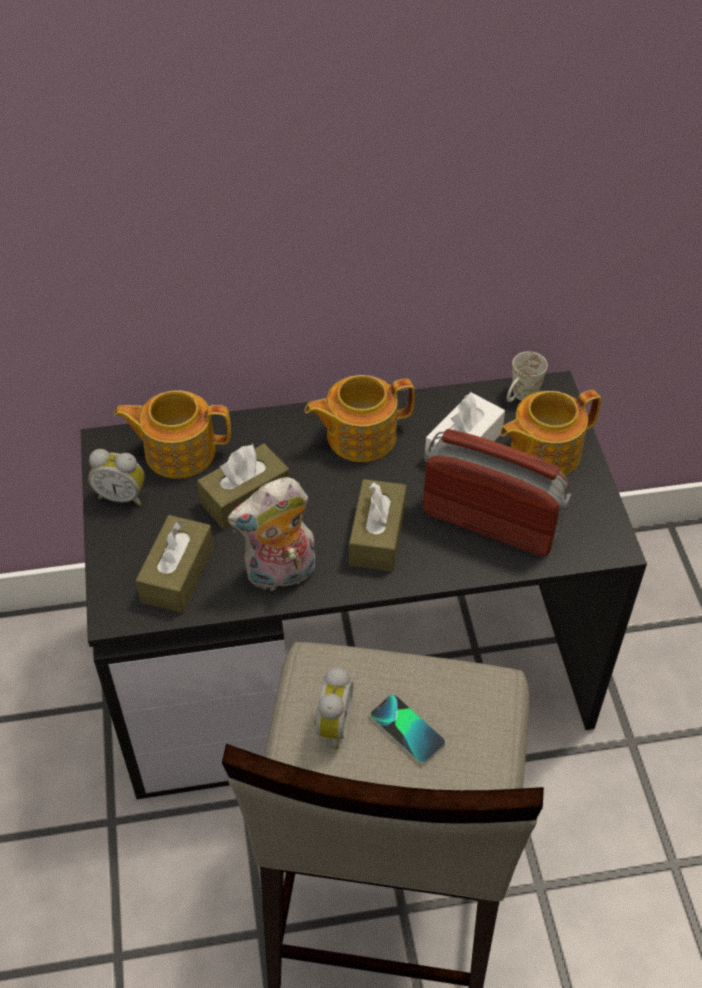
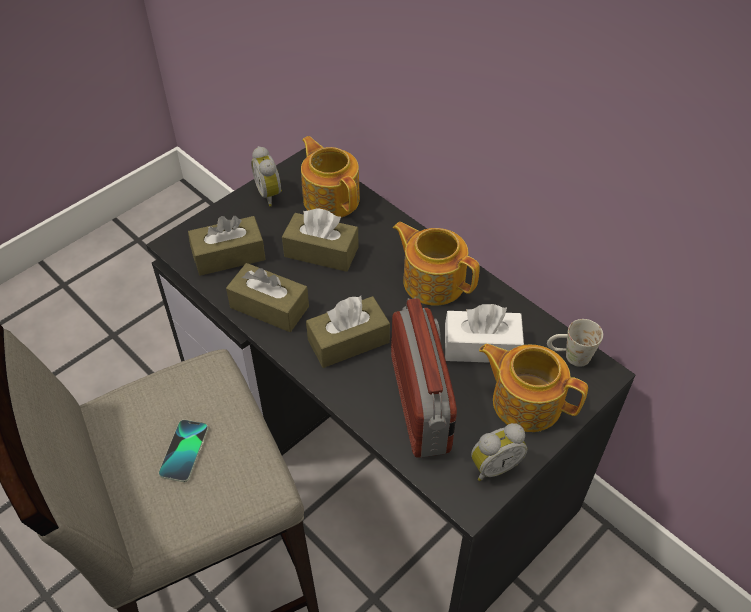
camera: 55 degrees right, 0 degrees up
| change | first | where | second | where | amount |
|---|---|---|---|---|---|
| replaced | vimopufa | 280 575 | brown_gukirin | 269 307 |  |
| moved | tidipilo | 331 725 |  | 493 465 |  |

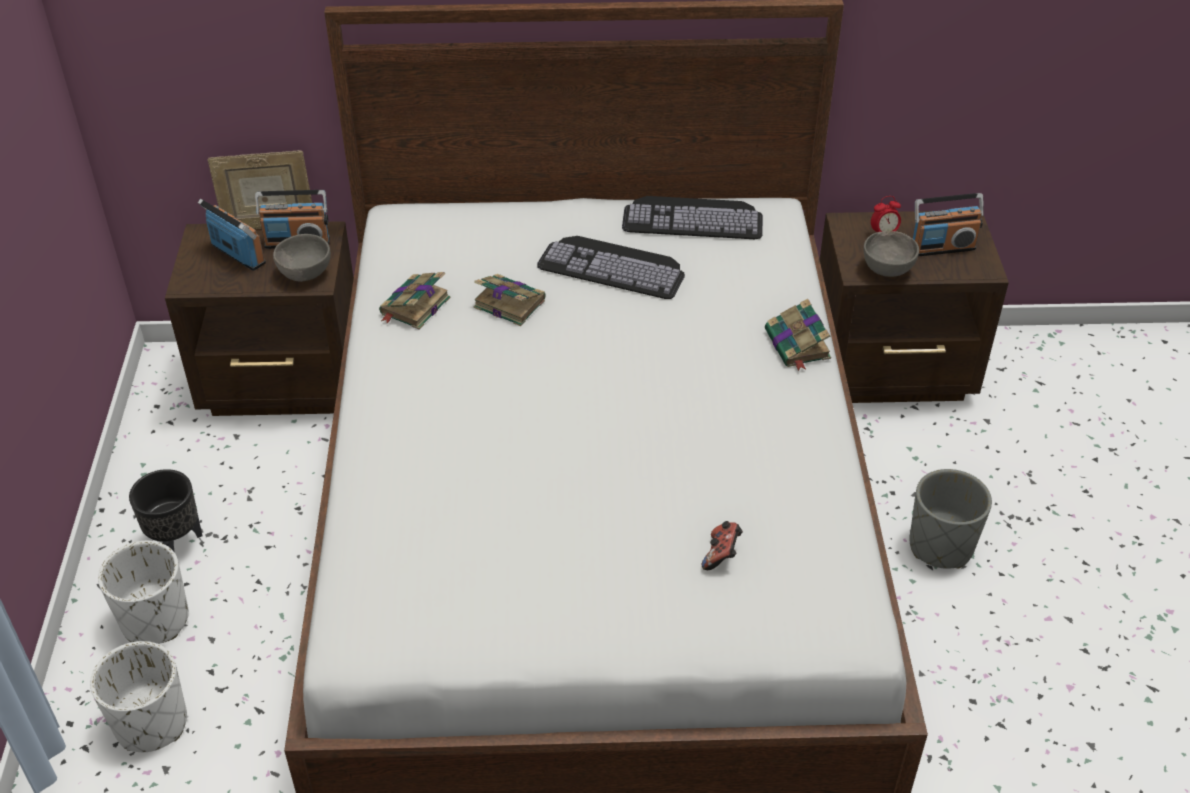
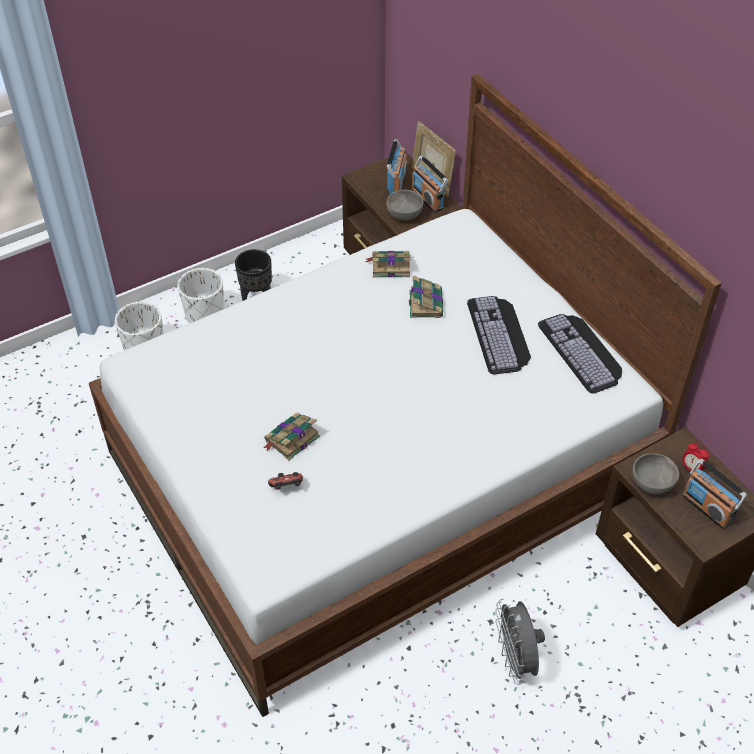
camera: 60 degrees right, 5 degrees up
| change | first | where | second | where | amount |
|---|---|---|---|---|---|
| moved | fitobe | 798 345 |  | 291 439 |  |
| replaced | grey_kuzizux | 941 546 | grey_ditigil | 516 659 |  |

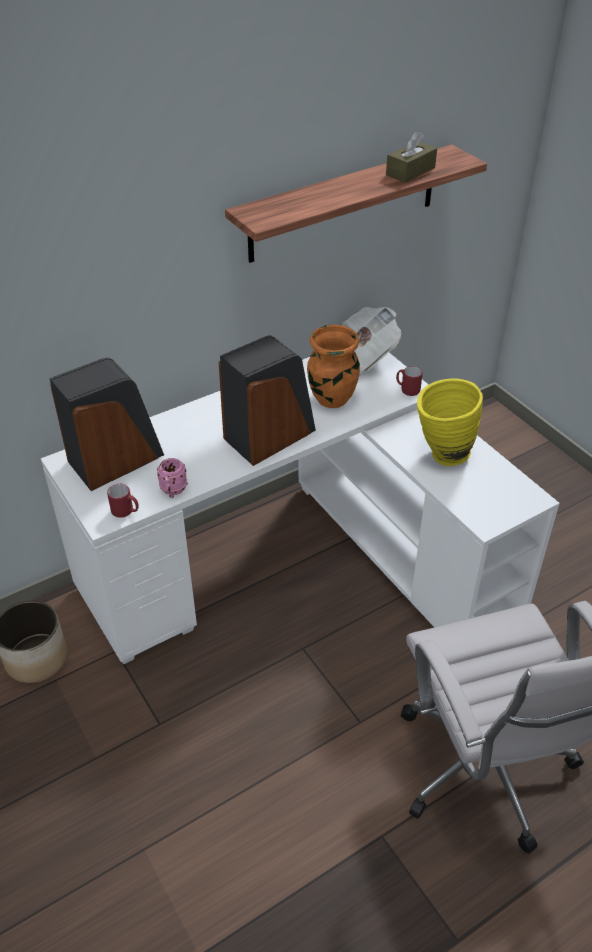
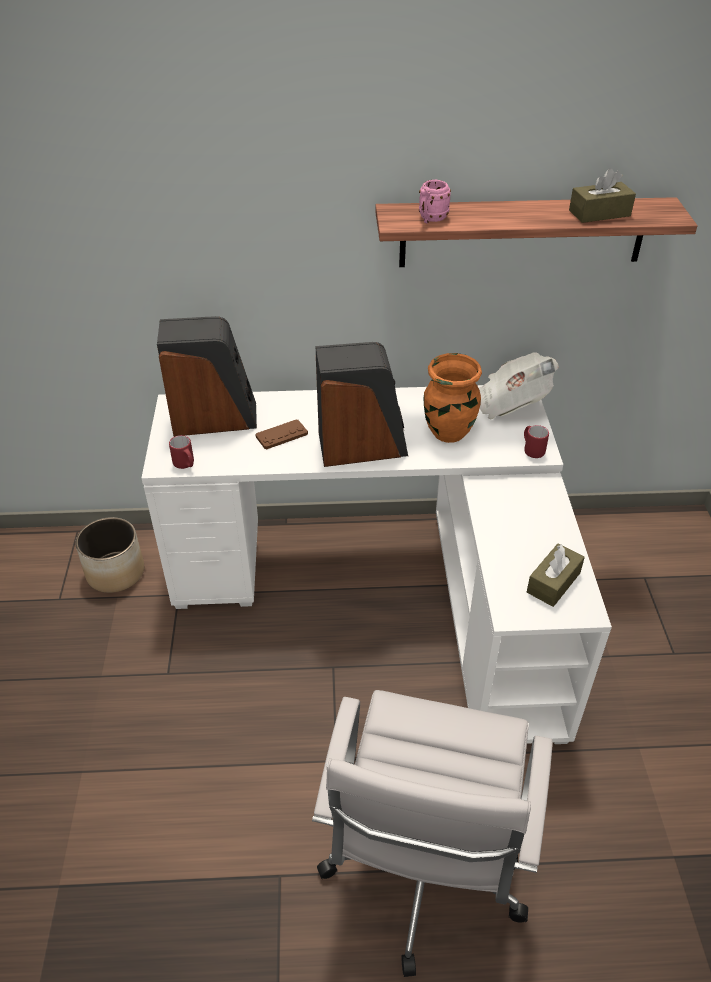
camera: 30 degrees right, 0 degrees up
| change | first | where | second | where | amount |
|---|---|---|---|---|---|
| removed | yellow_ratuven | 441 455 |  |  |  |
| moved | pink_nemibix | 173 491 |  | 430 219 |  |
| added |  |  | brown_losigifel | 281 435 |  |
| added |  |  | brown_gukirin | 553 582 |  |

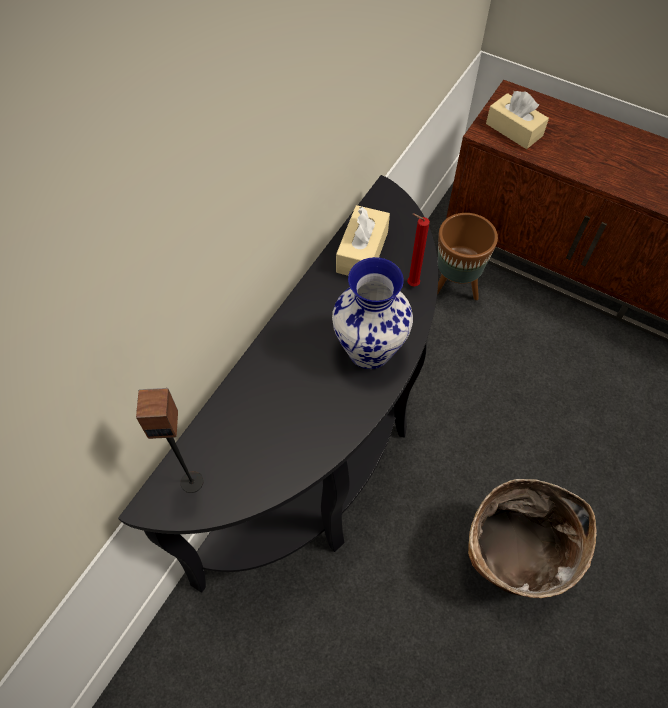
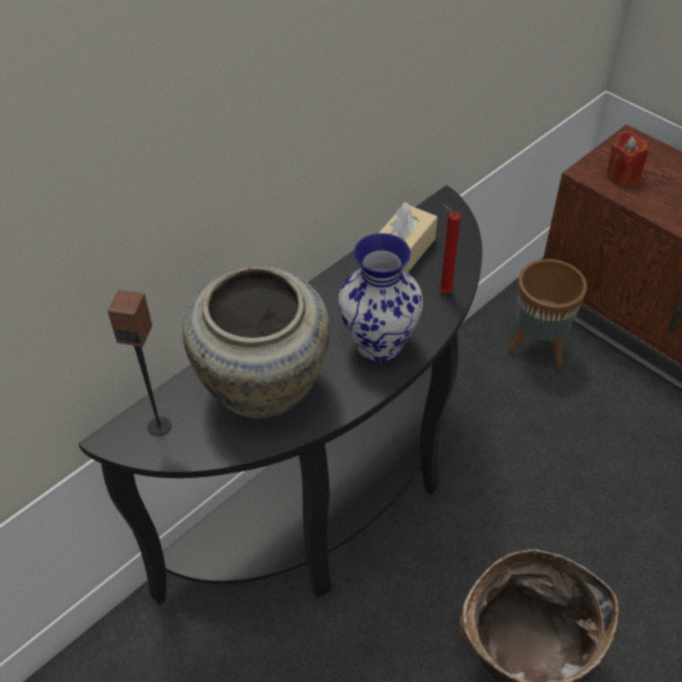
camera: 15 degrees right, 10 degrees down
| change | first | where | second | where | amount |
|---|---|---|---|---|---|
| replaced | beige_gukirin | 514 130 | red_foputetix | 622 175 |  |
| added |  |  | beige_ratuven | 262 390 |  |

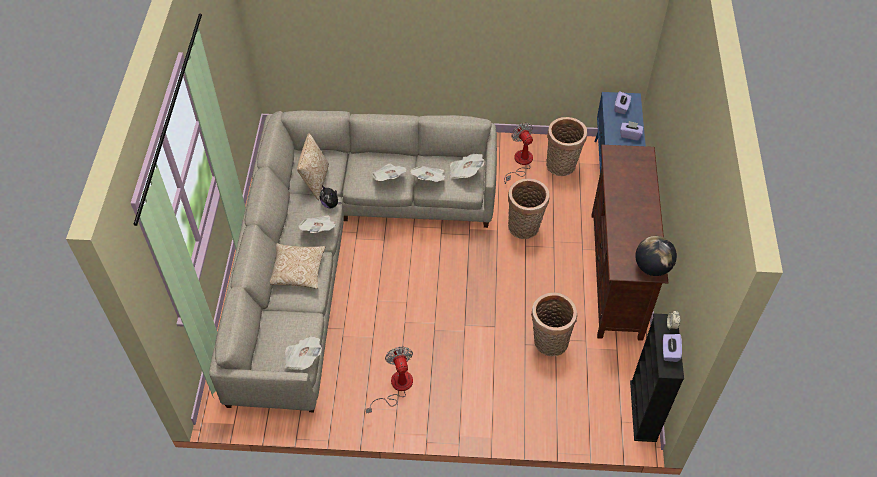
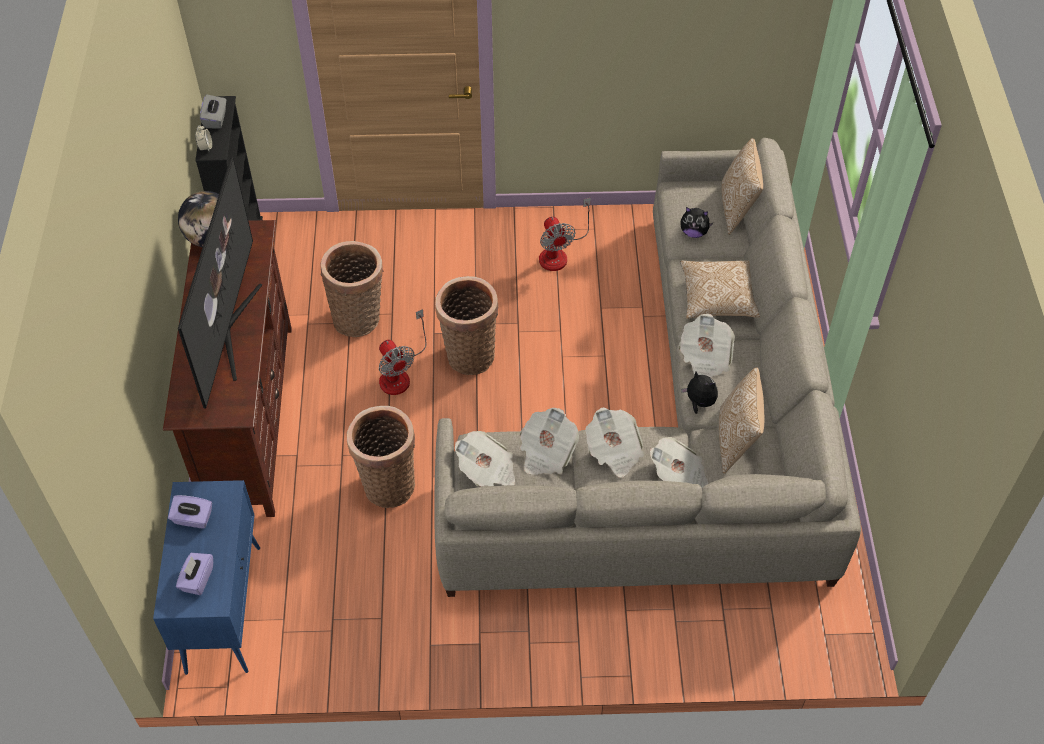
camera: 175 degrees right, 0 degrees up
| change | first | where | second | where | amount |
|---|---|---|---|---|---|
| moved | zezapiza | 562 166 |  | 469 353 |  |
| moved | ditigil | 520 163 |  | 399 373 |  |
| recoloured | purple_gukirin | 669 352 | grey_gukirin | 215 119 |  |
| moved | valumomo | 303 358 |  | 679 476 |  |
| added |  |  | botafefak | 737 208 |  |
| added |  |  | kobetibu | 229 330 |  |
| added |  |  | vimopufa | 694 232 |  |

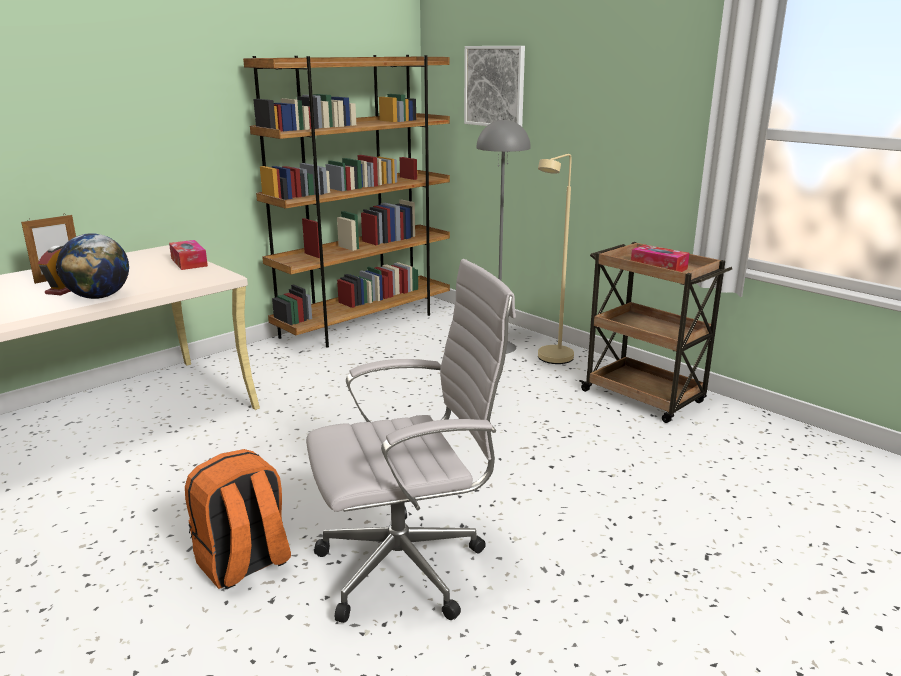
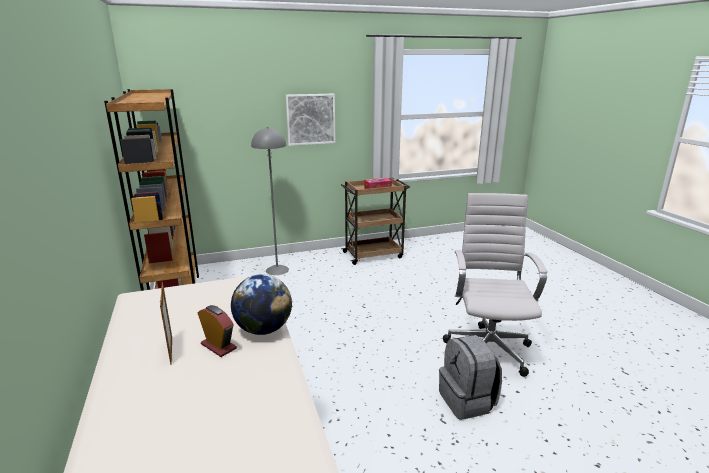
camera: 65 degrees left, 0 degrees up
| change | first | where | second | where | amount |
|---|---|---|---|---|---|
| moved | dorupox | 494 86 |  | 310 119 |  |
| removed | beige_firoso | 551 360 |  |  |  |
| removed | gukirin | 189 262 |  |  |  |
| recoloured | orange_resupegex | 244 564 | grey_resupegex | 467 401 |  |

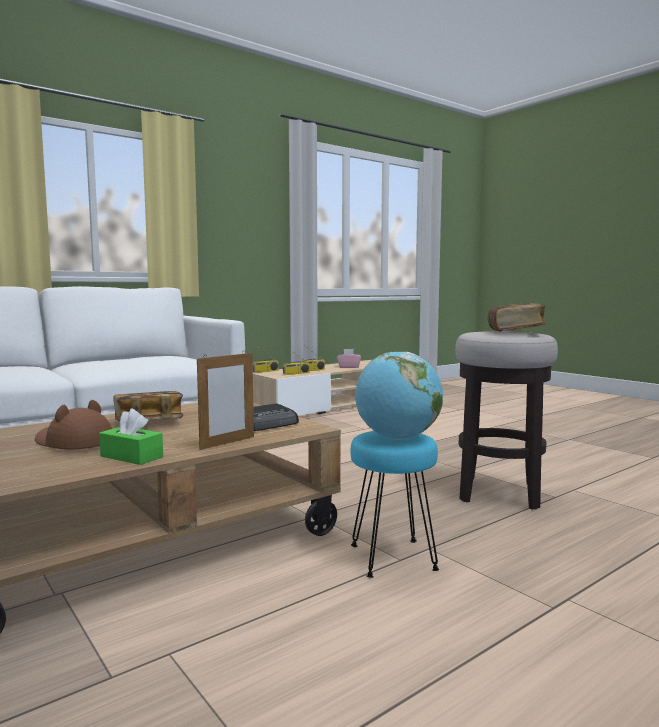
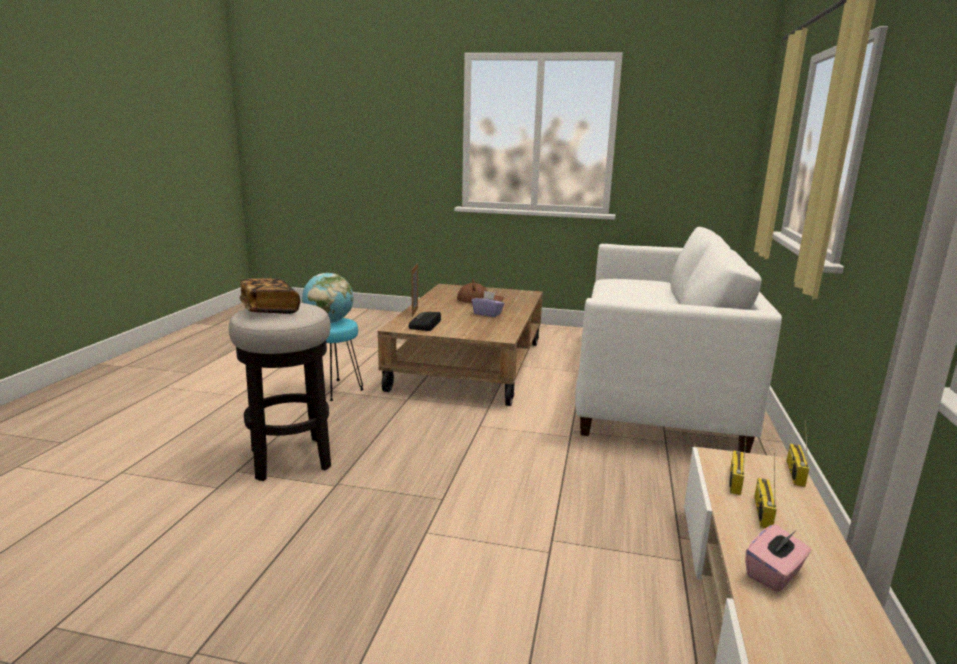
camera: 140 degrees right, 10 degrees up
| change | first | where | second | where | amount |
|---|---|---|---|---|---|
| replaced | fitobe | 148 423 | purple_gukirin | 487 314 |  |
| removed | green_gukirin | 131 456 |  |  |  |

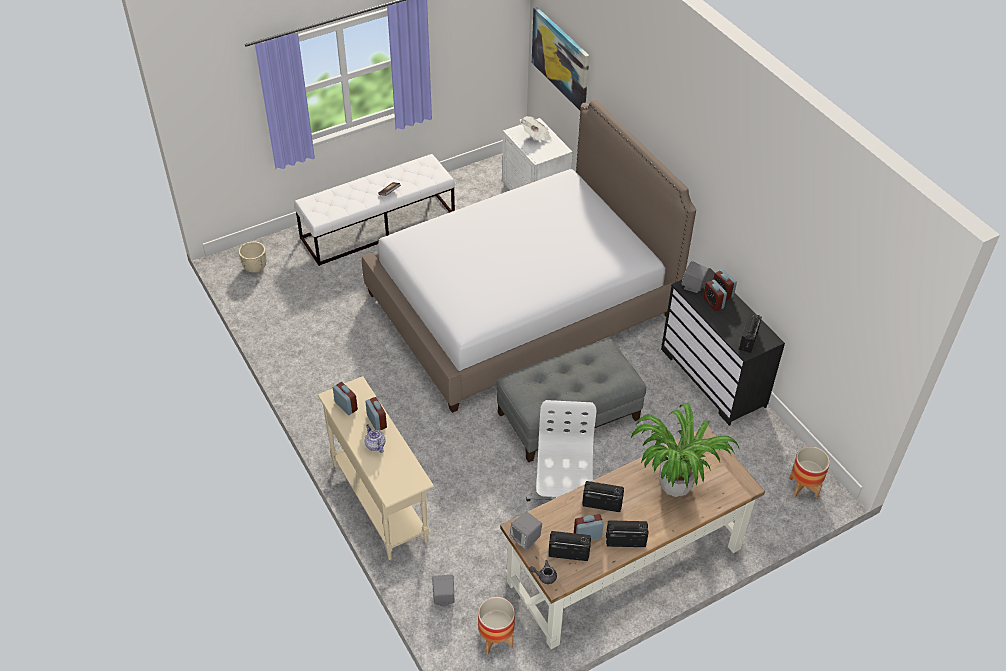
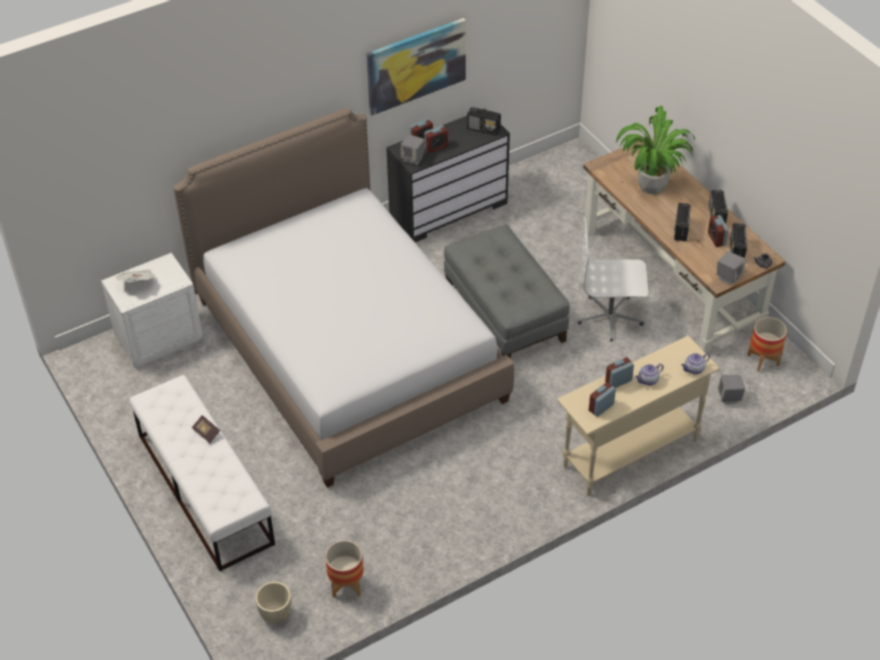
camera: 90 degrees left, 0 degrees up
| change | first | where | second | where | amount |
|---|---|---|---|---|---|
| moved | dorupox | 560 58 |  | 416 65 |  |
| moved | kuzizux | 803 487 |  | 346 585 |  |
| added |  |  | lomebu | 694 369 |  |

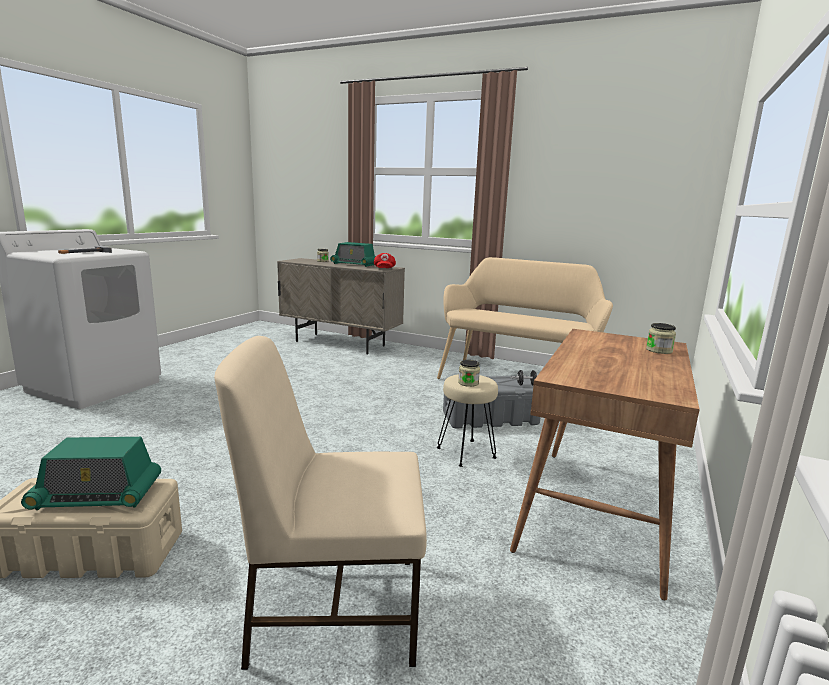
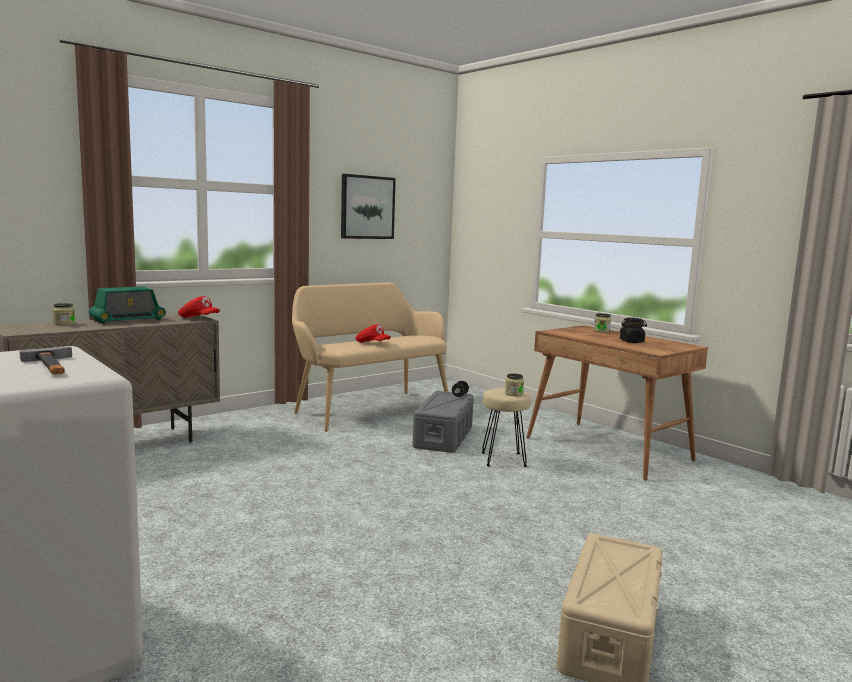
camera: 65 degrees left, 5 degrees down
| change | first | where | second | where | amount |
|---|---|---|---|---|---|
| removed | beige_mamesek | 332 606 |  |  |  |
| removed | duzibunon | 97 496 |  |  |  |
| added |  |  | dorupox | 367 207 |  |
| added |  |  | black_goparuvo | 632 341 |  |
| added |  |  | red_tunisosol | 372 343 |  |

